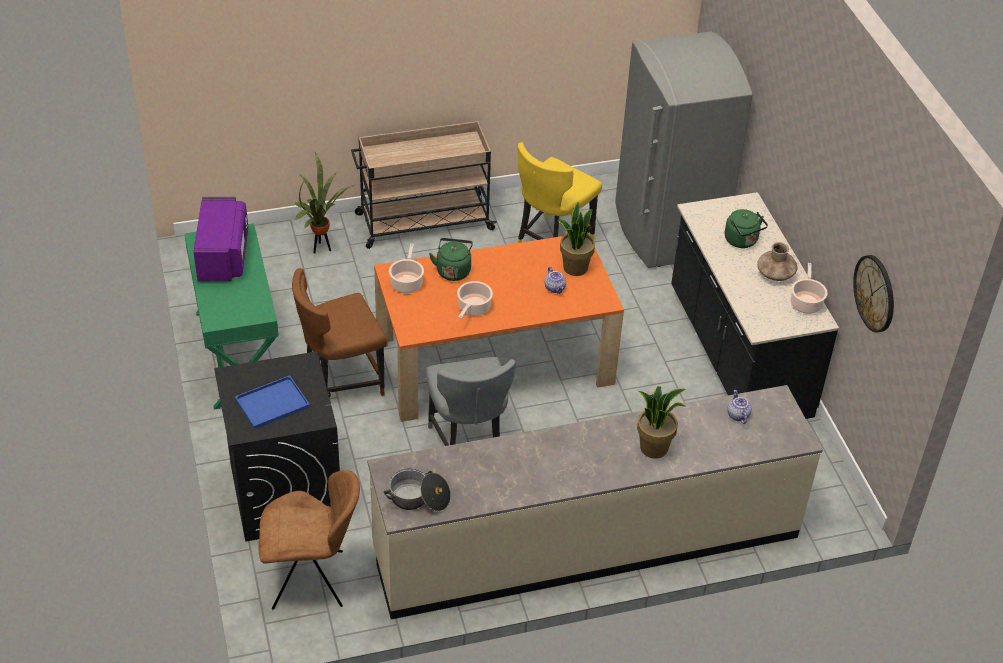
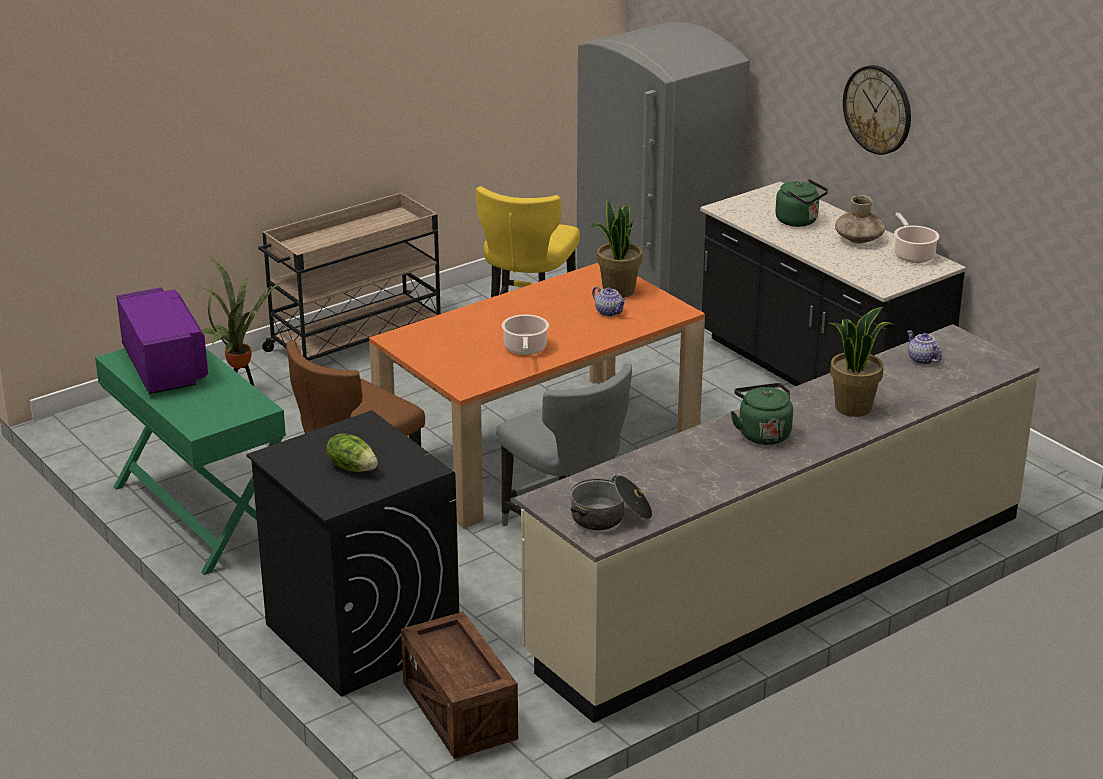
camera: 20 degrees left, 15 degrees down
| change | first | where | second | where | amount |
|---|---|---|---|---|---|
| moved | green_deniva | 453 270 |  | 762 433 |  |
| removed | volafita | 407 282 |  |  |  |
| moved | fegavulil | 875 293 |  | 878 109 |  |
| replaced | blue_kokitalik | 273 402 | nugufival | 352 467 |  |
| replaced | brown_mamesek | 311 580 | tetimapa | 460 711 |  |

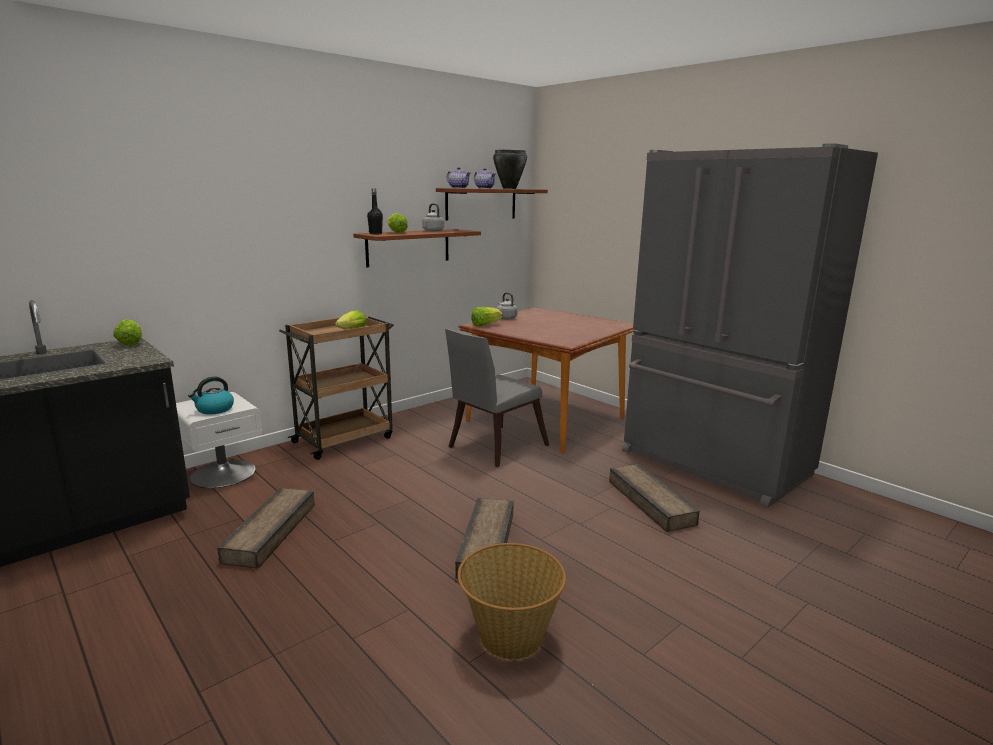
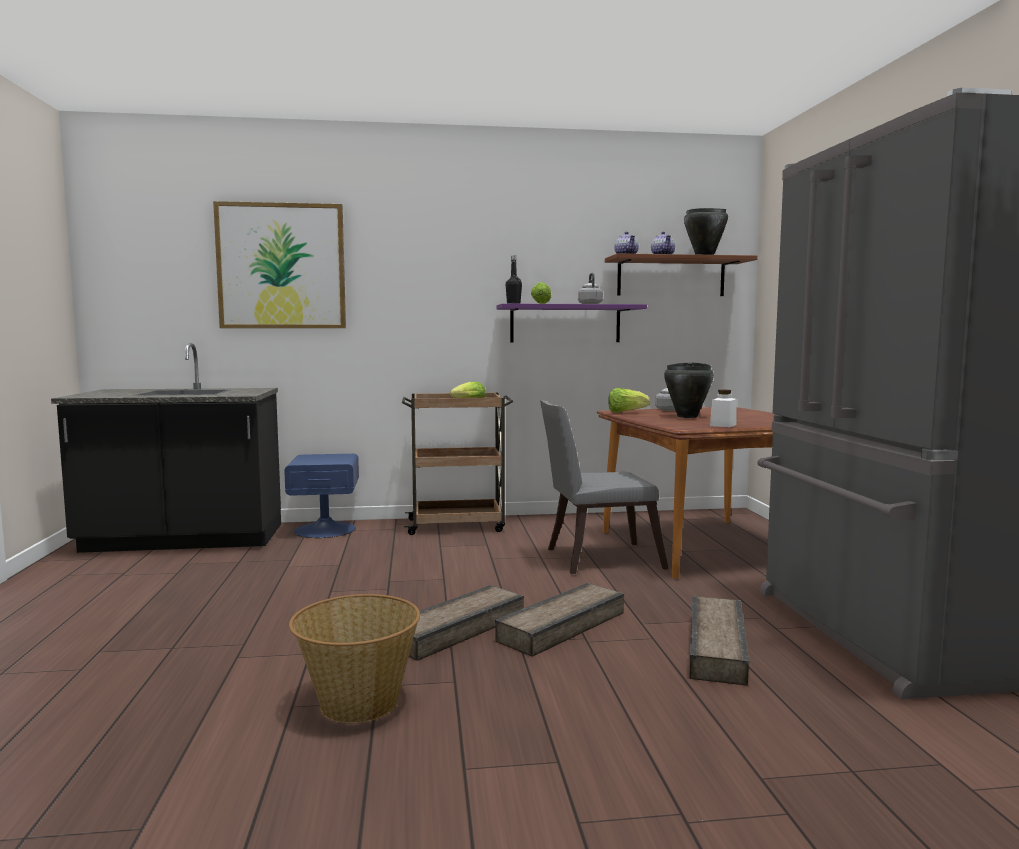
camera: 35 degrees right, 10 degrees down
| change | first | where | second | where | amount |
|---|---|---|---|---|---|
| recoloured | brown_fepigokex | 408 247 | purple_fepigokex | 565 324 |  |
| removed | nugufival | 130 343 |  |  |  |
| removed | deniva | 214 409 |  |  |  |
| recoloured | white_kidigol | 223 473 | blue_kidigol | 325 529 |  |
| moved | tetimapa | 272 531 |  | 564 627 |  |
| added |  |  | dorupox | 281 266 |  |
| added |  |  | black_volafita | 687 416 |  |
| added |  |  | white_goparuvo | 723 425 |  |

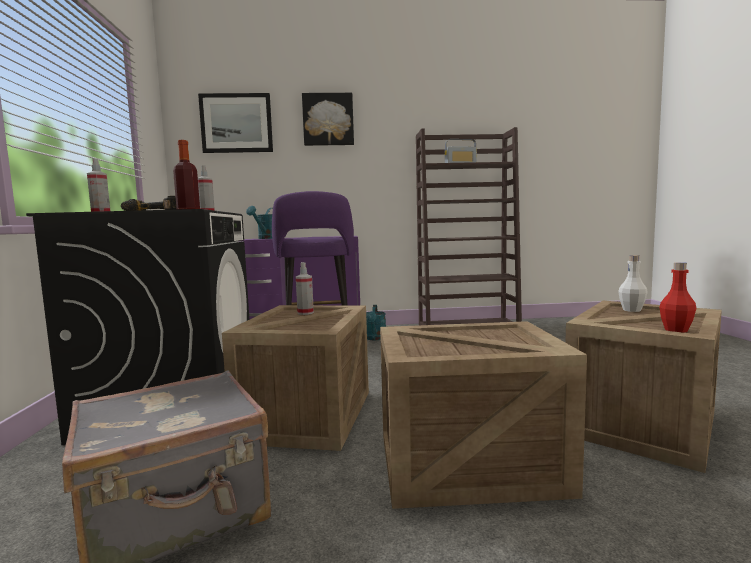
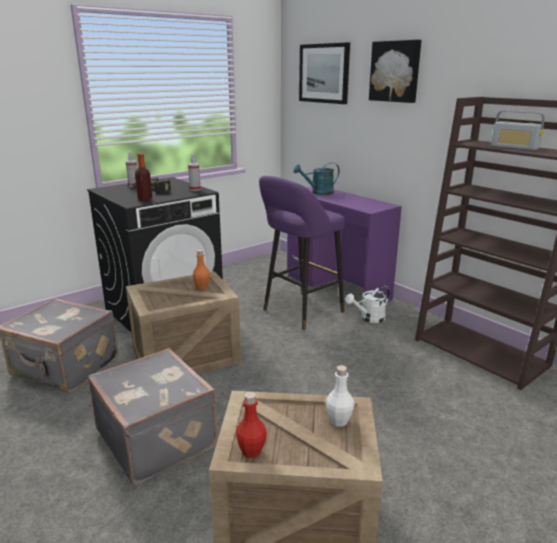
camera: 55 degrees right, 15 degrees up
| change | first | where | second | where | amount |
|---|---|---|---|---|---|
| replaced | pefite | 305 313 | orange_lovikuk | 202 287 |  |
| recoloured | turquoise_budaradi | 375 338 | white_budaradi | 369 319 |  |
| replaced | tetimapa | 466 464 | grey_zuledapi | 158 438 |  |

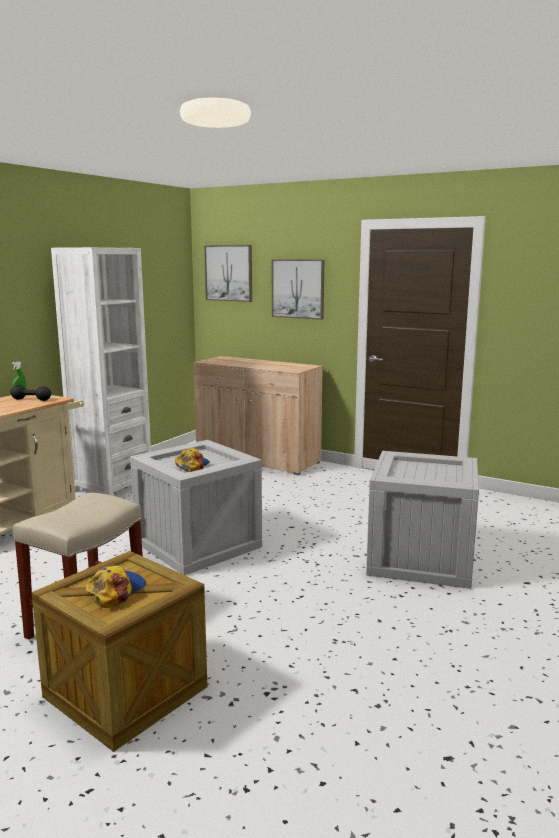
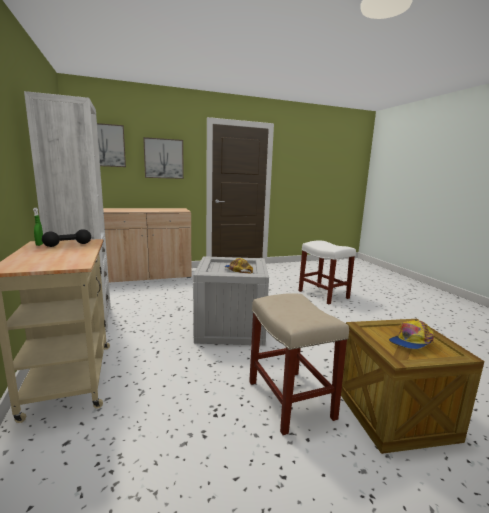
camera: 50 degrees left, 0 degrees up
| change | first | where | second | where | amount |
|---|---|---|---|---|---|
| replaced | tetimapa | 422 560 | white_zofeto | 324 295 |  |
| turned | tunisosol | 115 591 |  | 411 341 | 105 degrees counterclockwise |

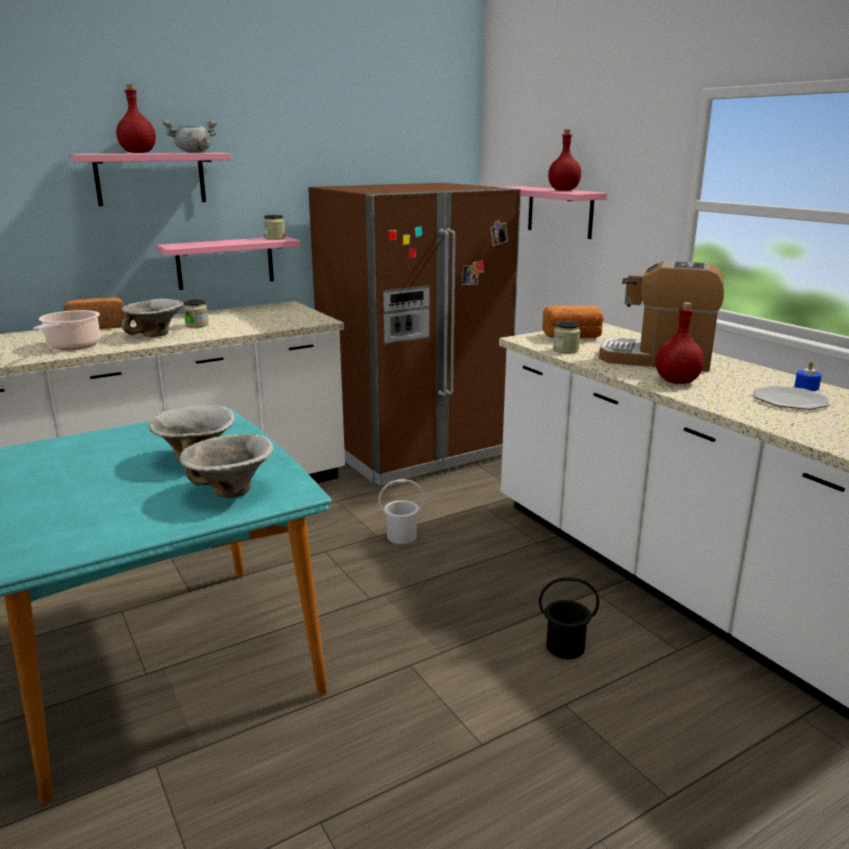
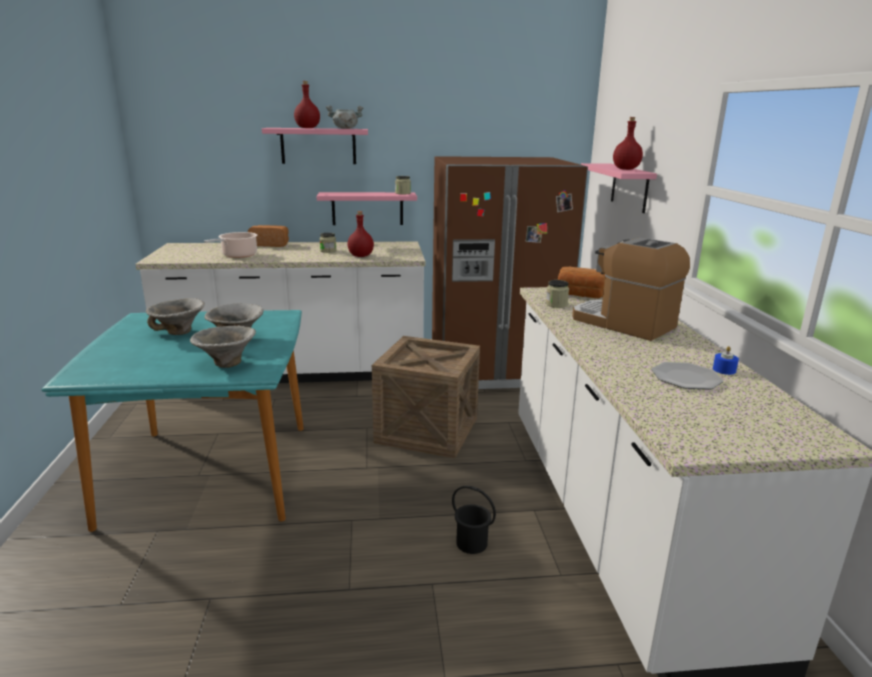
camera: 25 degrees right, 0 degrees up
| change | first | where | second | where | amount |
|---|---|---|---|---|---|
| moved | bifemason | 155 335 |  | 179 333 |  |
| moved | red_lovikuk | 678 381 |  | 361 256 |  |
| replaced | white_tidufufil | 401 536 | tetimapa | 427 430 |  |

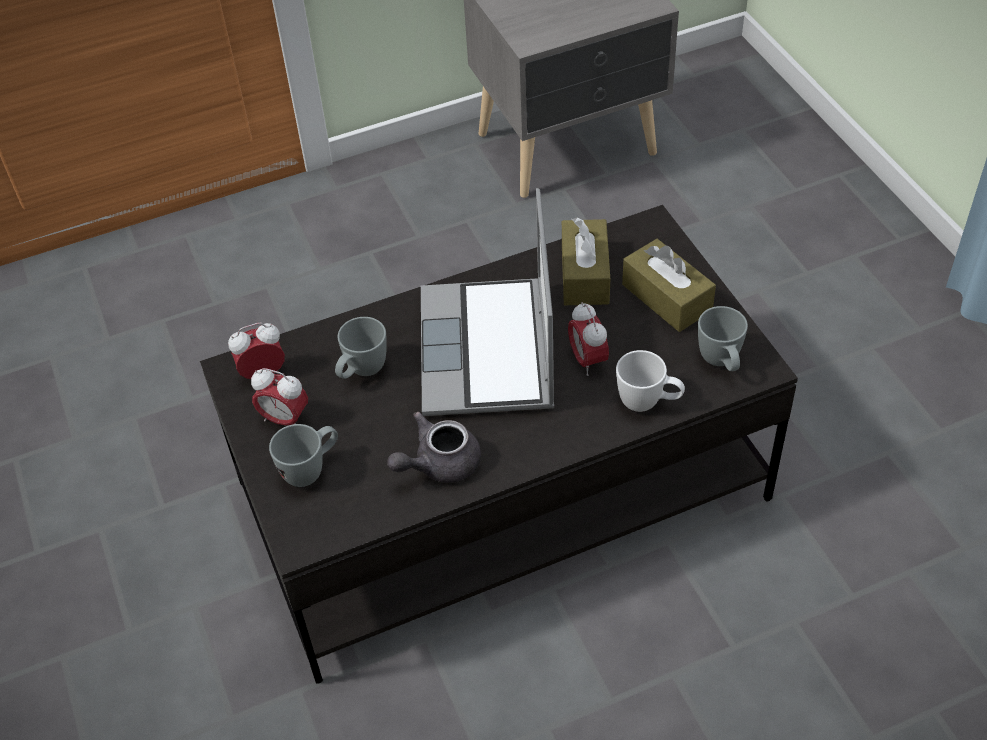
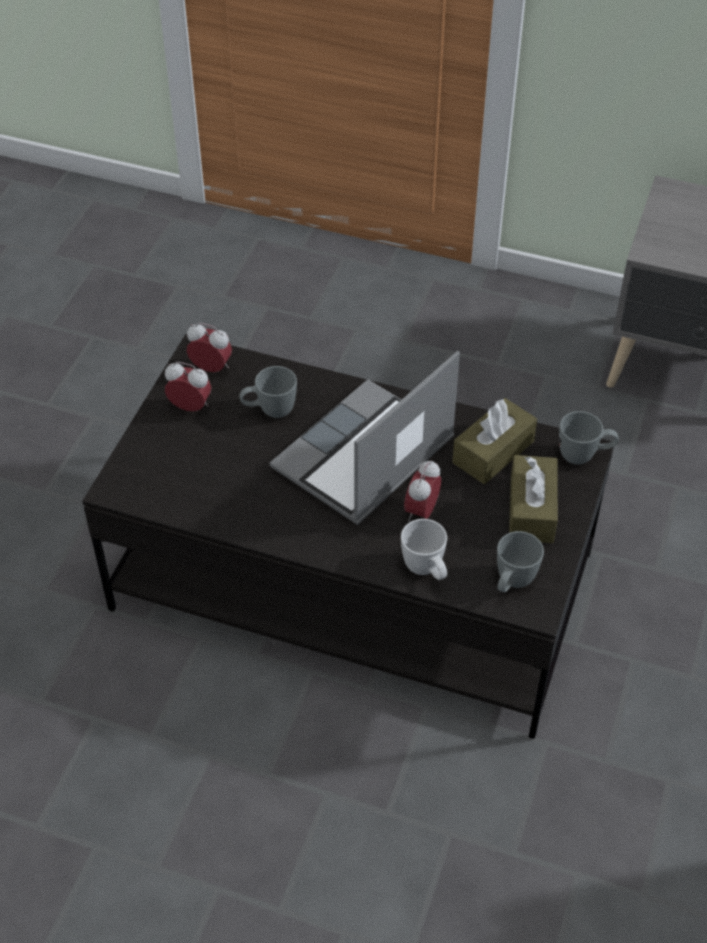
camera: 40 degrees right, 0 degrees up
| change | first | where | second | where | amount |
|---|---|---|---|---|---|
| turned | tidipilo | 285 419 |  | 190 407 | 135 degrees clockwise |
| removed | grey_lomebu | 438 464 |  |  |  |
| moved | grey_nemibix | 311 469 |  | 584 456 |  |

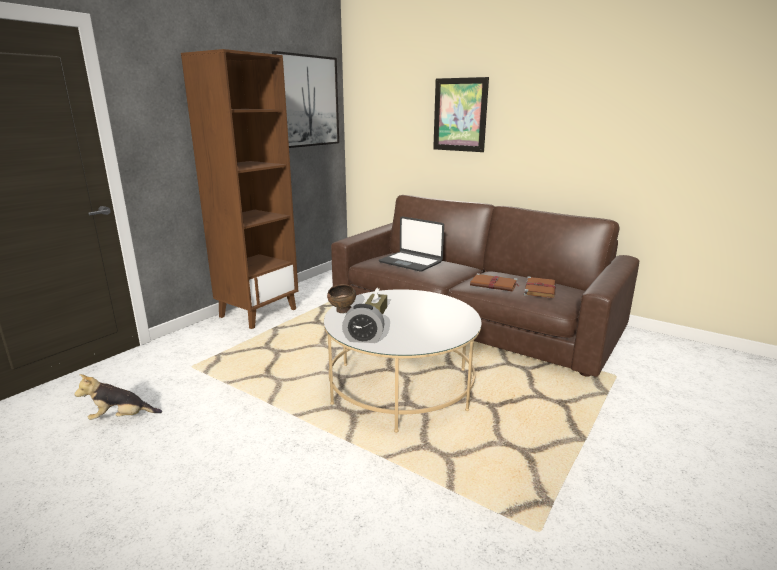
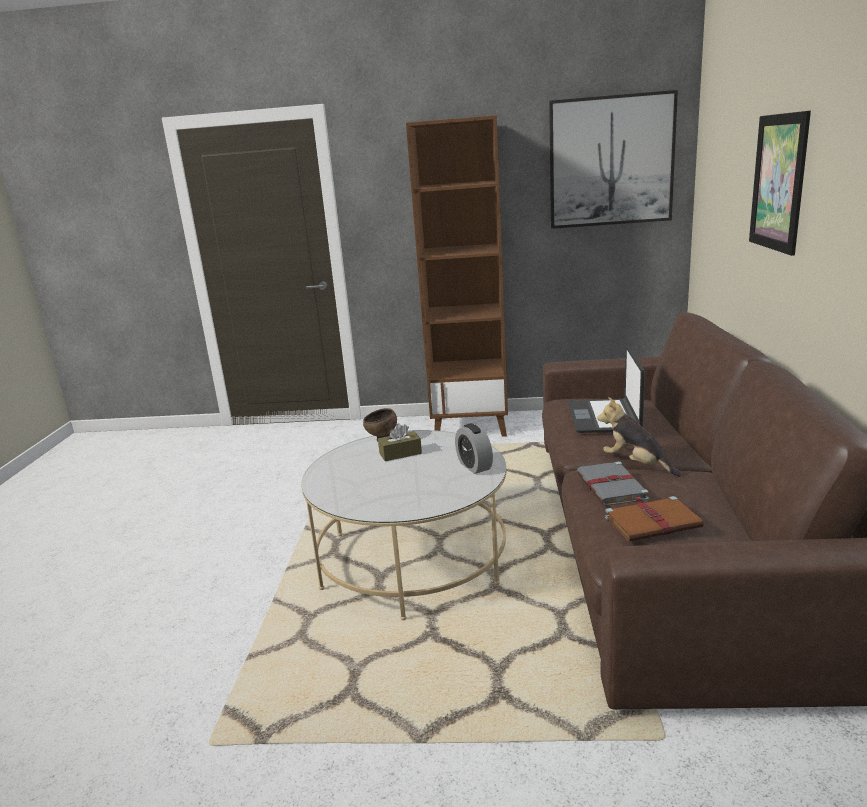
camera: 60 degrees right, 0 degrees up
| change | first | where | second | where | amount |
|---|---|---|---|---|---|
| recoloured | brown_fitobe | 494 285 | grey_fitobe | 612 487 |  |
| moved | tidipilo | 363 339 |  | 474 466 |  |
| moved | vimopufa | 121 418 |  | 636 464 |  |

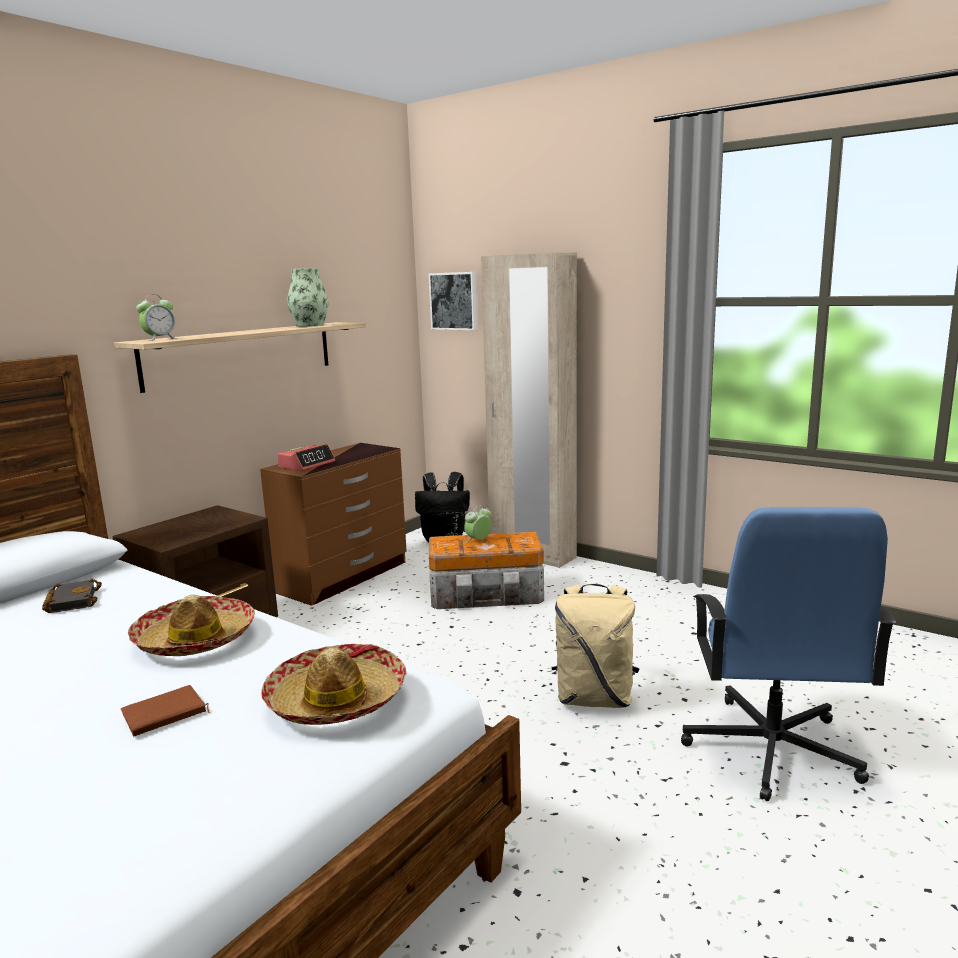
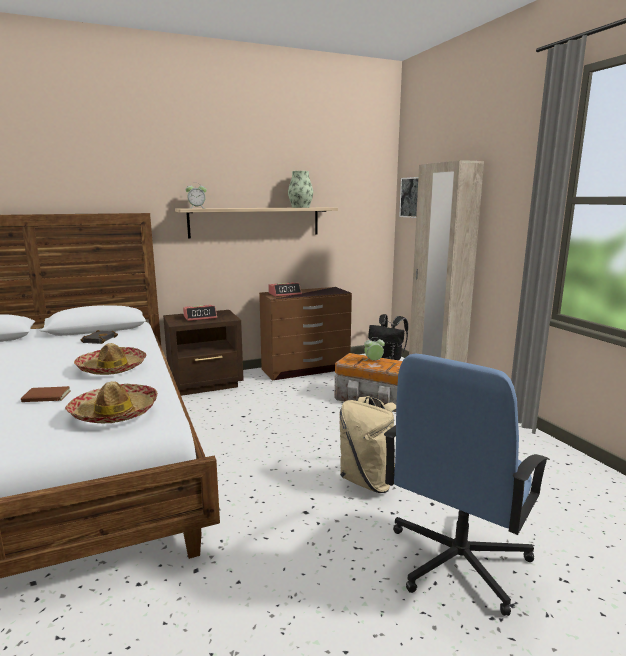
camera: 30 degrees right, 0 degrees up
| change | first | where | second | where | amount |
|---|---|---|---|---|---|
| added |  |  | tidipilo | 200 317 |  |

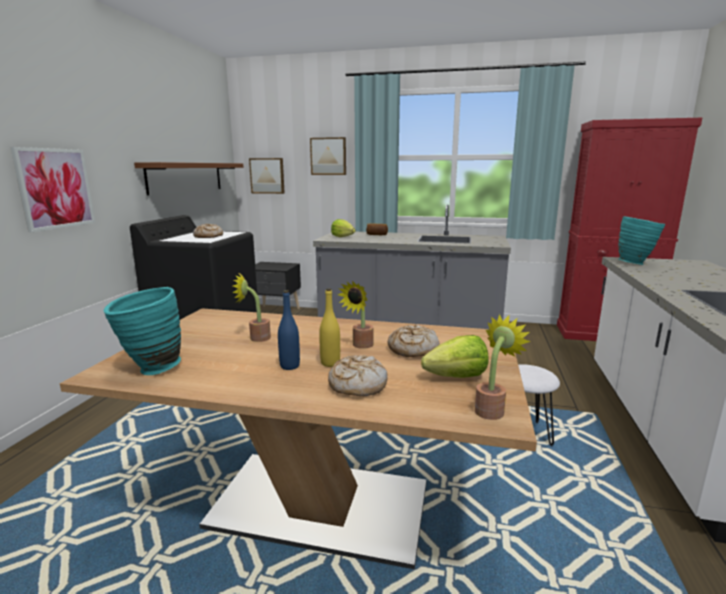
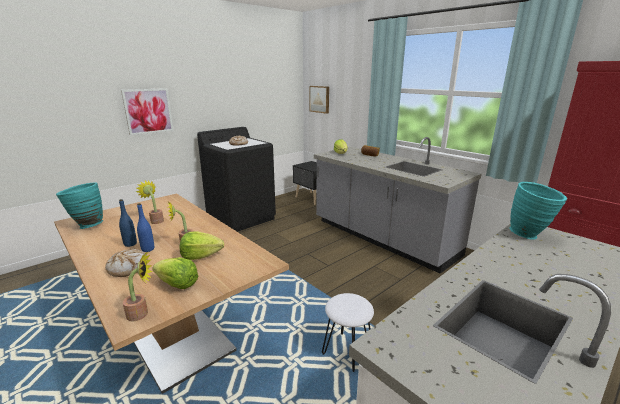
camera: 35 degrees right, 5 degrees up
| change | first | where | second | where | amount |
|---|---|---|---|---|---|
| removed | dorupox | 328 156 |  |  |  |
| removed | brown_fepigokex | 186 177 |  |  |  |
| recoloured | yellow_lovikuk | 330 363 | blue_lovikuk | 148 249 |  |
| replaced | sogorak | 412 349 | nugufival | 201 256 |  |

